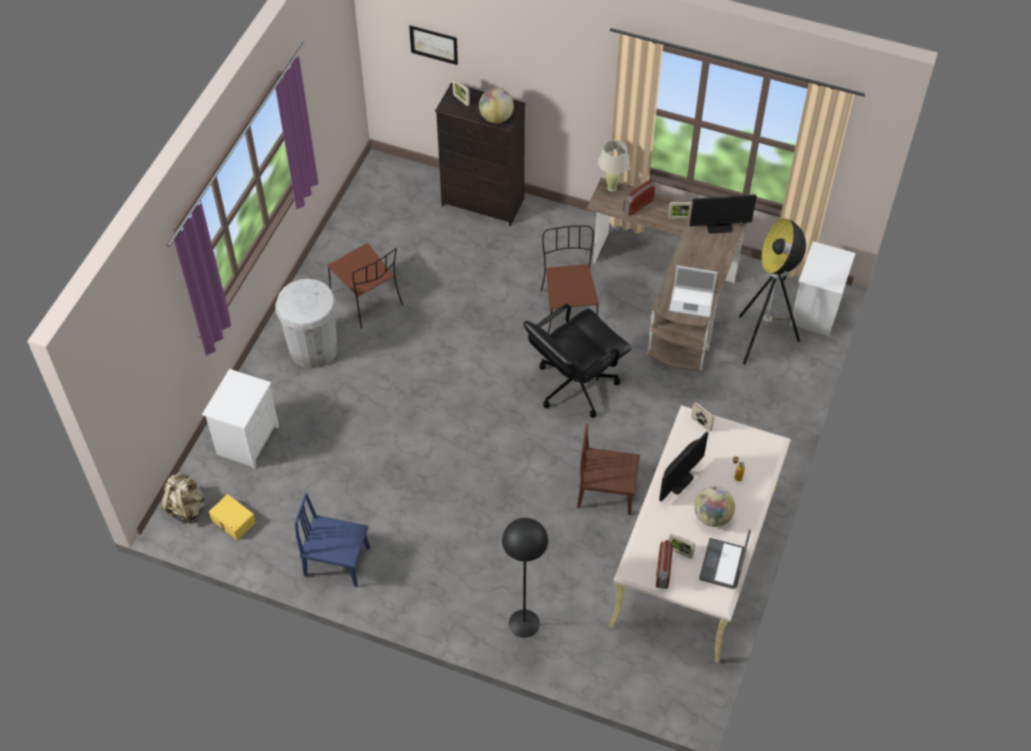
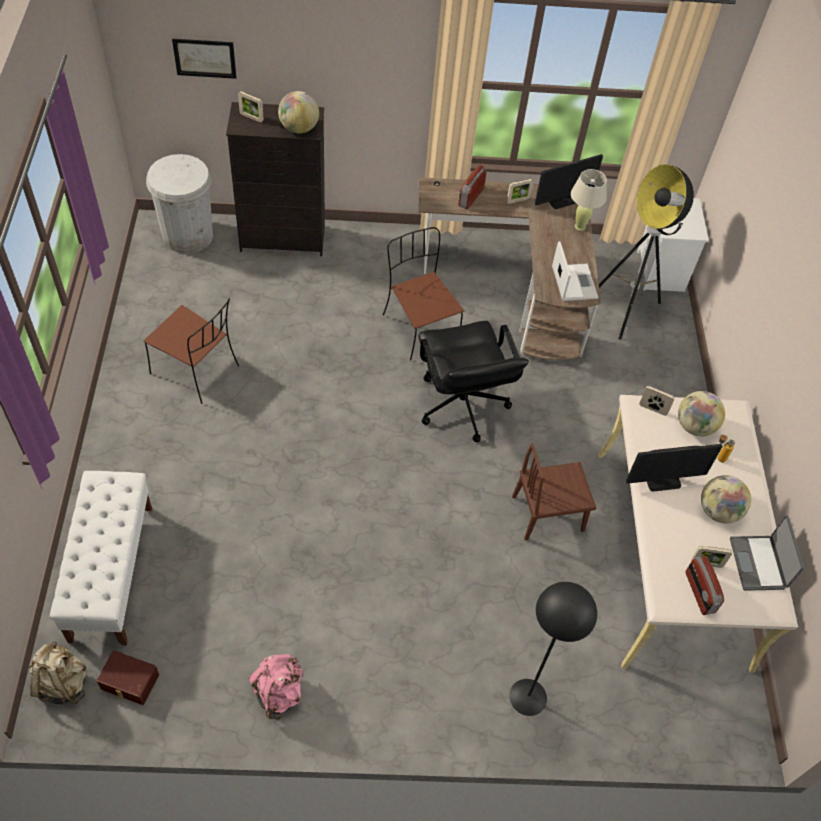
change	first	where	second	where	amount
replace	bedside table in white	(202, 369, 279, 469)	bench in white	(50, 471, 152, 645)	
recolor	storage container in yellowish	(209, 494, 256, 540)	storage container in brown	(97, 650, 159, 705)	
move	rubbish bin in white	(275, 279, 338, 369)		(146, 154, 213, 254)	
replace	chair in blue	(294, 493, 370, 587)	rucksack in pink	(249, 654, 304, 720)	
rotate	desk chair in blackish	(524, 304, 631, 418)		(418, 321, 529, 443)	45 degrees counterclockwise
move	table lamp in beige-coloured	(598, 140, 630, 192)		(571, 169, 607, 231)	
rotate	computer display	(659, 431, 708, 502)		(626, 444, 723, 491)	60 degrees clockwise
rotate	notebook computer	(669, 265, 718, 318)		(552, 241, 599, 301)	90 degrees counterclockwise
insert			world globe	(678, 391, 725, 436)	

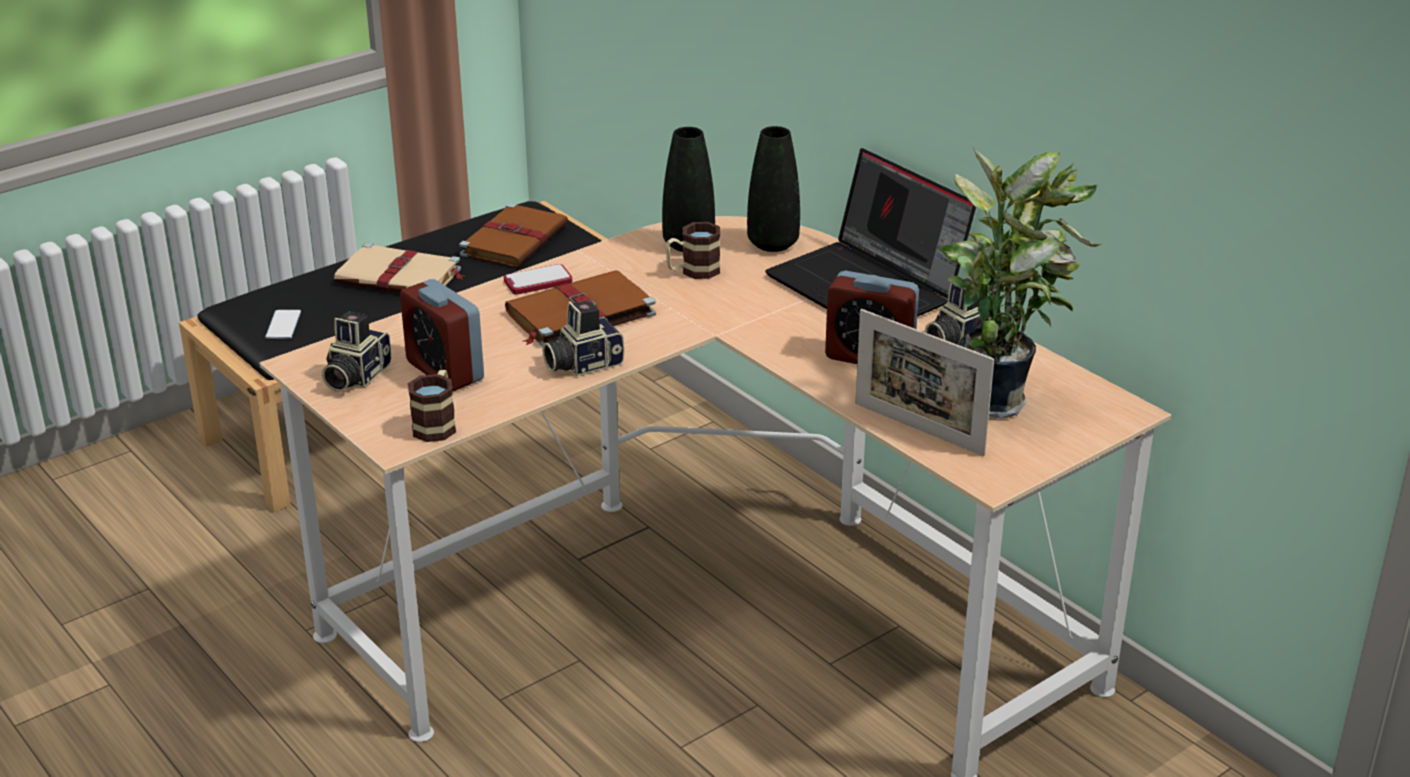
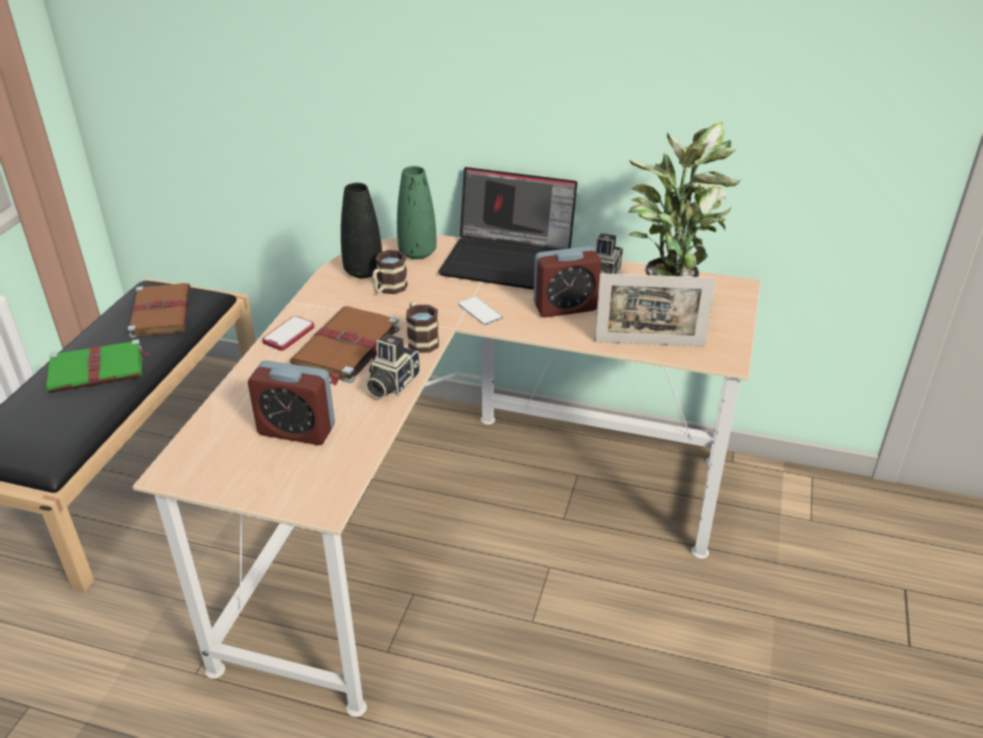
change	first	where	second	where	amount
move	handset	(265, 310, 301, 339)		(458, 296, 503, 325)	
delete	still camera	(322, 312, 391, 392)			
recolor	bound book in beige-coloured	(334, 243, 464, 293)	bound book in greenish	(47, 339, 149, 393)	
move	mug	(408, 370, 456, 442)		(406, 302, 439, 353)	
recolor	flower vase in blackish	(747, 126, 800, 252)	flower vase in greenish	(397, 166, 437, 259)	

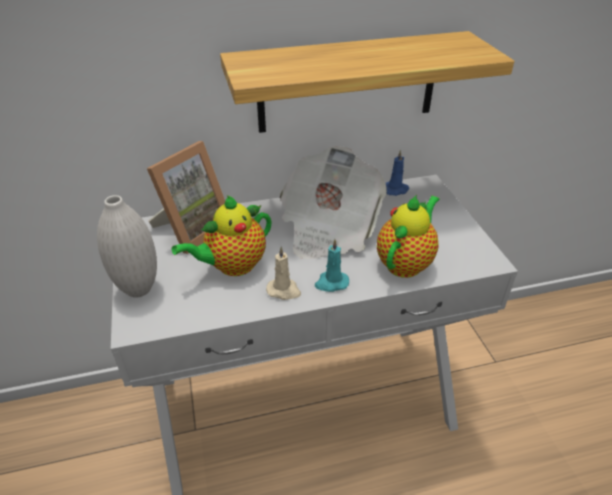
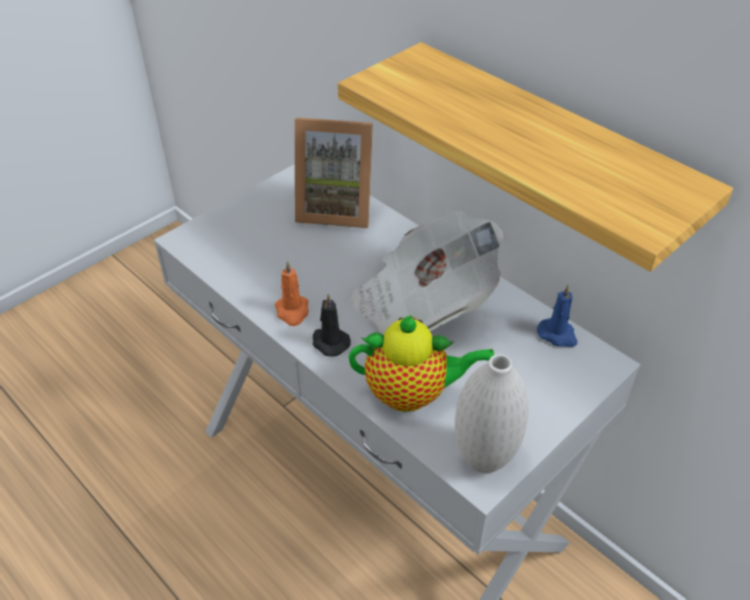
change	first	where	second	where	amount
move	flower vase in white	(97, 195, 157, 298)		(455, 354, 529, 473)	
delete	pot for tea	(172, 195, 272, 276)			
recolor	wax light in beige-coloured	(266, 246, 301, 300)	wax light in orangey	(275, 261, 309, 326)	
recolor	wax light in blue-green	(315, 239, 349, 292)	wax light in blackish	(312, 294, 351, 357)	

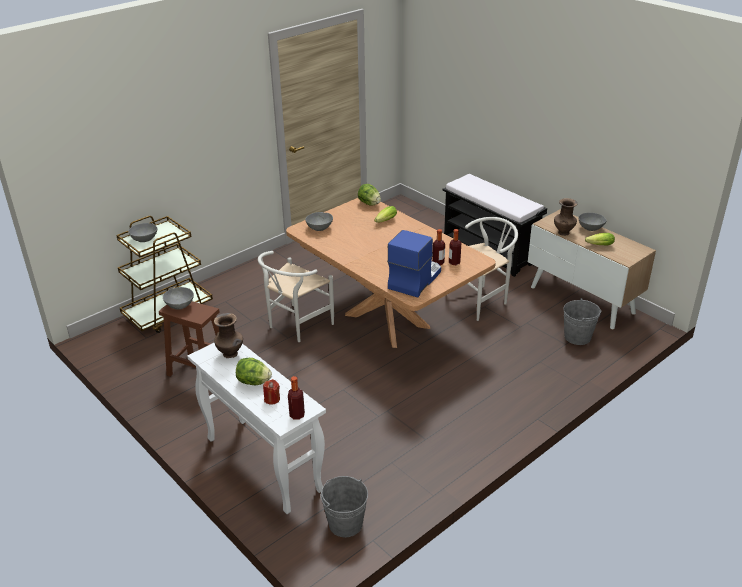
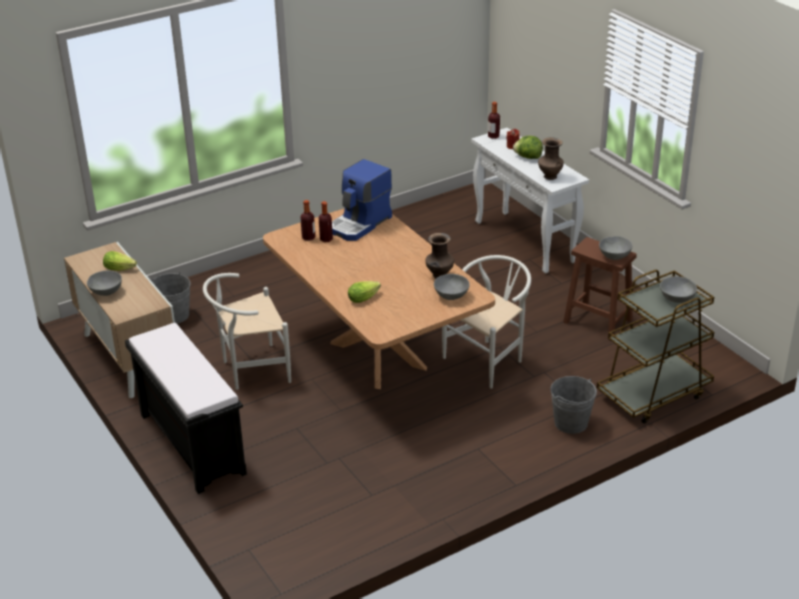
change	first	where	second	where	amount
move	bucket in grey	(321, 476, 368, 537)		(550, 376, 597, 434)	
delete	lettuce head	(358, 184, 381, 206)			
move	flower vase in brown	(554, 198, 577, 236)		(425, 233, 454, 279)	

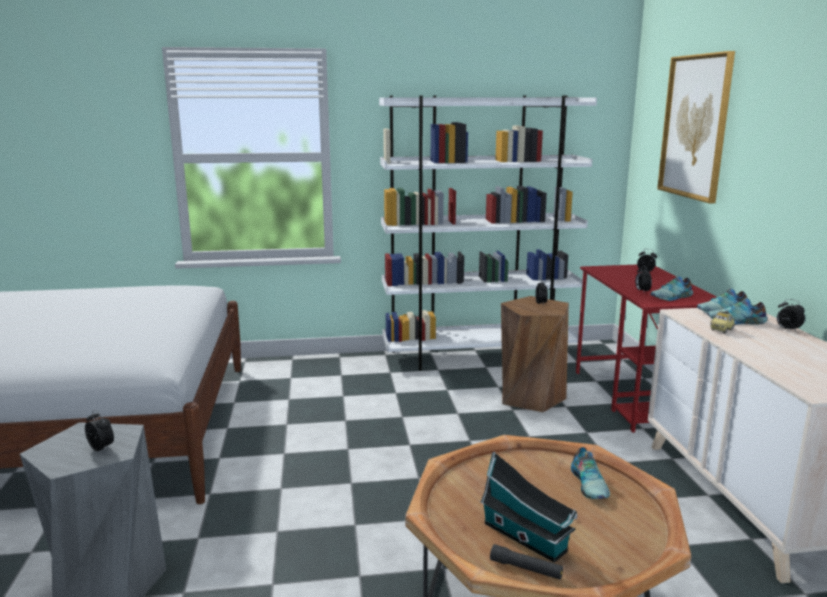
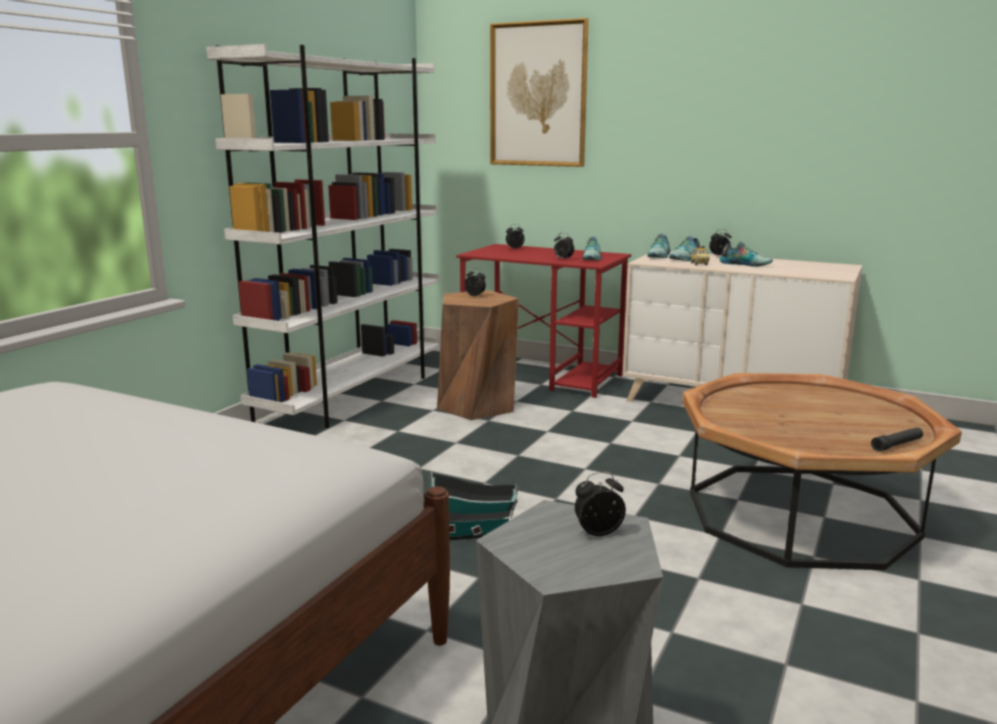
change	first	where	second	where	amount
move	toy house	(480, 451, 577, 563)		(429, 472, 518, 540)	
move	low shoe	(571, 447, 610, 499)		(720, 241, 773, 267)	

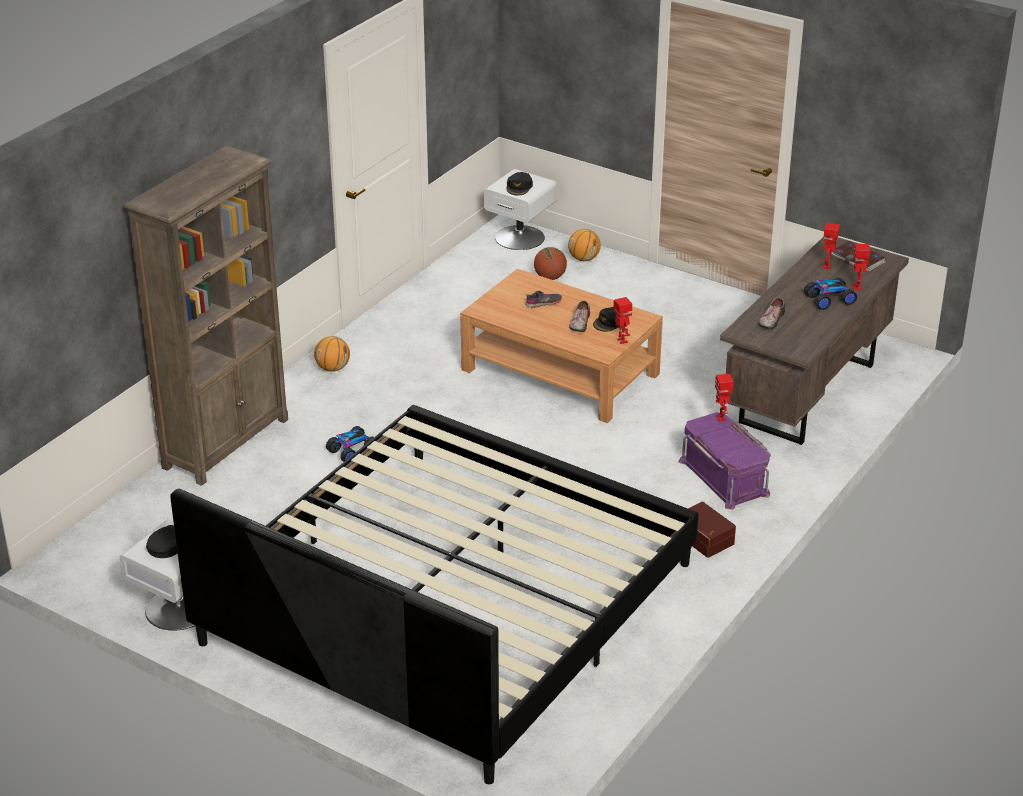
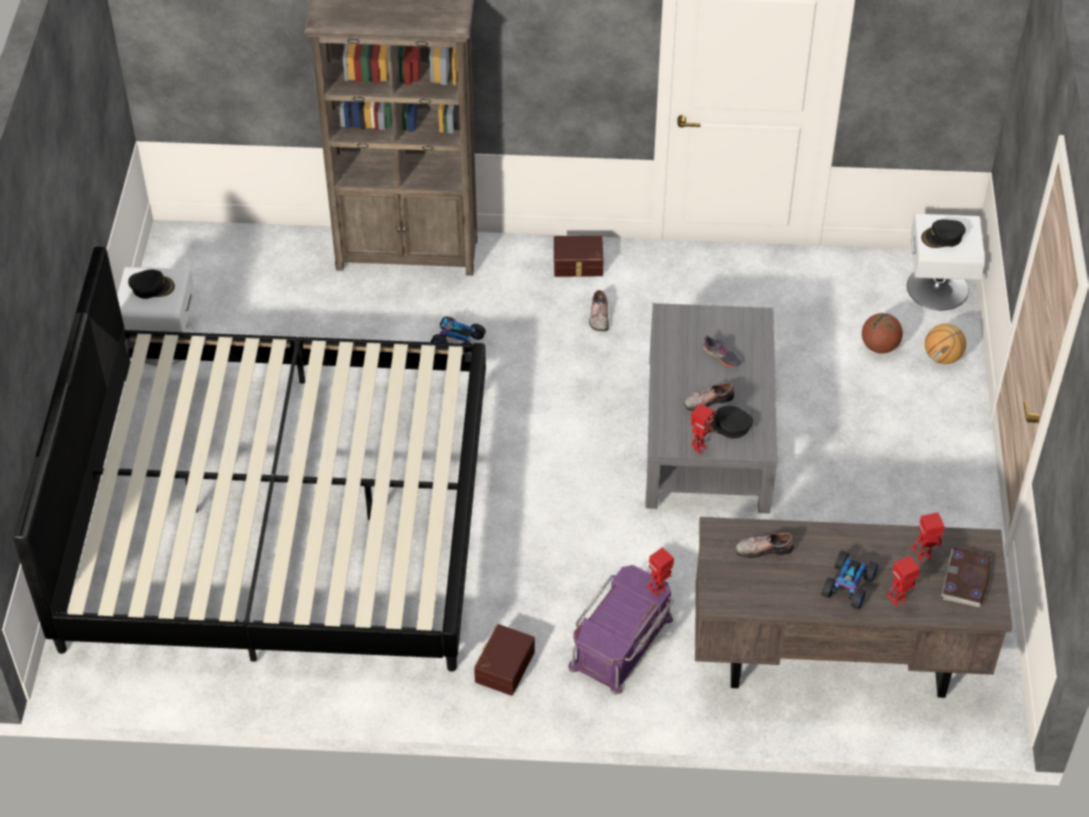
change	first	where	second	where	amount
replace	basketball ball	(314, 336, 350, 372)	storage container in brown	(554, 236, 603, 277)	
recolor	lounge table in brown	(460, 269, 663, 423)	lounge table in grey	(645, 303, 777, 514)	
rotate	toy car	(804, 277, 857, 310)		(821, 550, 878, 609)	105 degrees counterclockwise
insert			low shoe	(589, 290, 609, 331)	

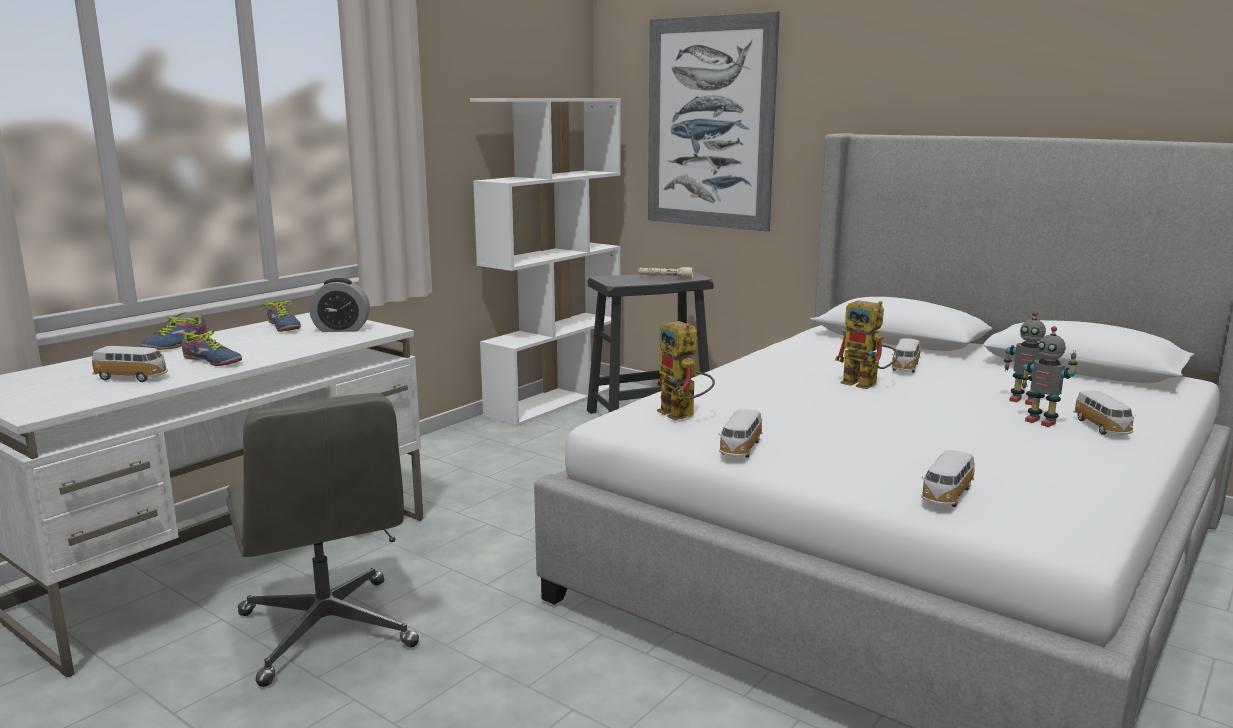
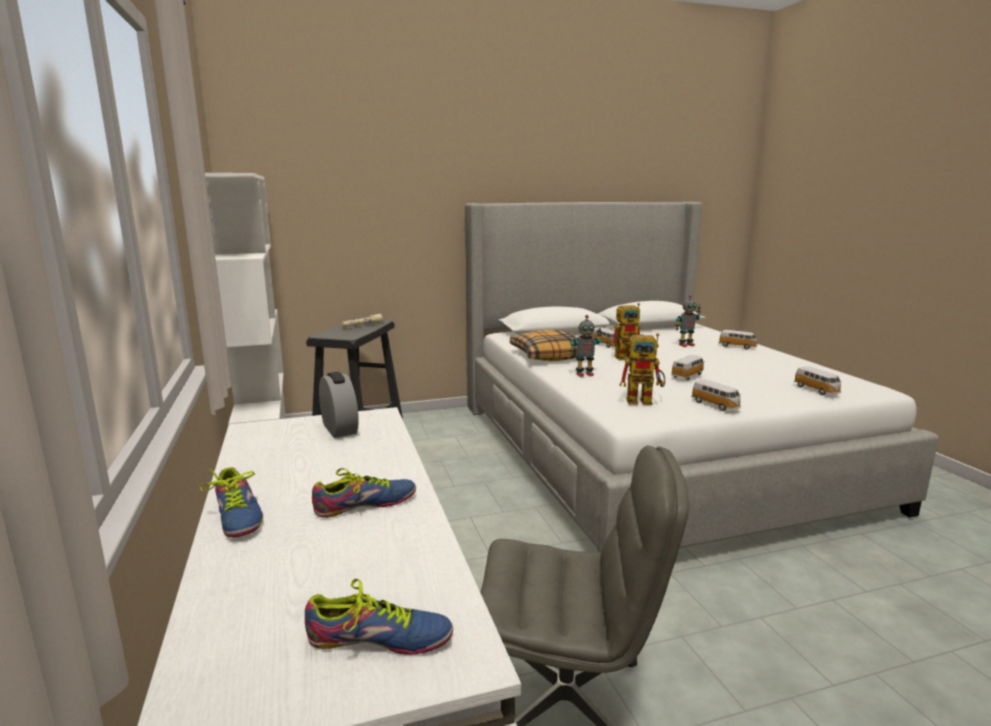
change	first	where	second	where	amount
move	toy car	(92, 346, 168, 382)		(671, 355, 704, 380)	
move	low shoe	(260, 299, 301, 332)		(305, 578, 453, 655)	
rotate	alarm clock	(309, 278, 370, 332)		(319, 372, 359, 438)	60 degrees counterclockwise
delete	wall picture	(648, 11, 780, 232)			
move	model robot	(1021, 326, 1078, 427)		(570, 315, 602, 377)	
insert			cushion	(510, 330, 595, 361)	

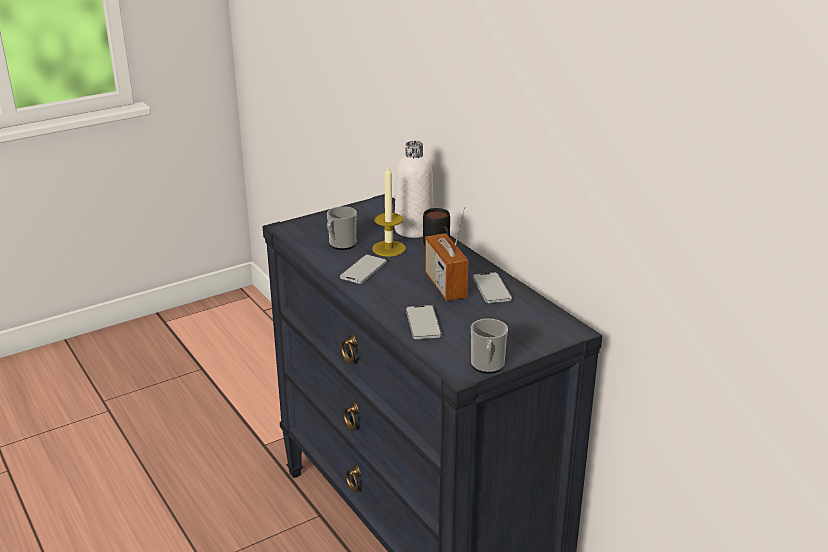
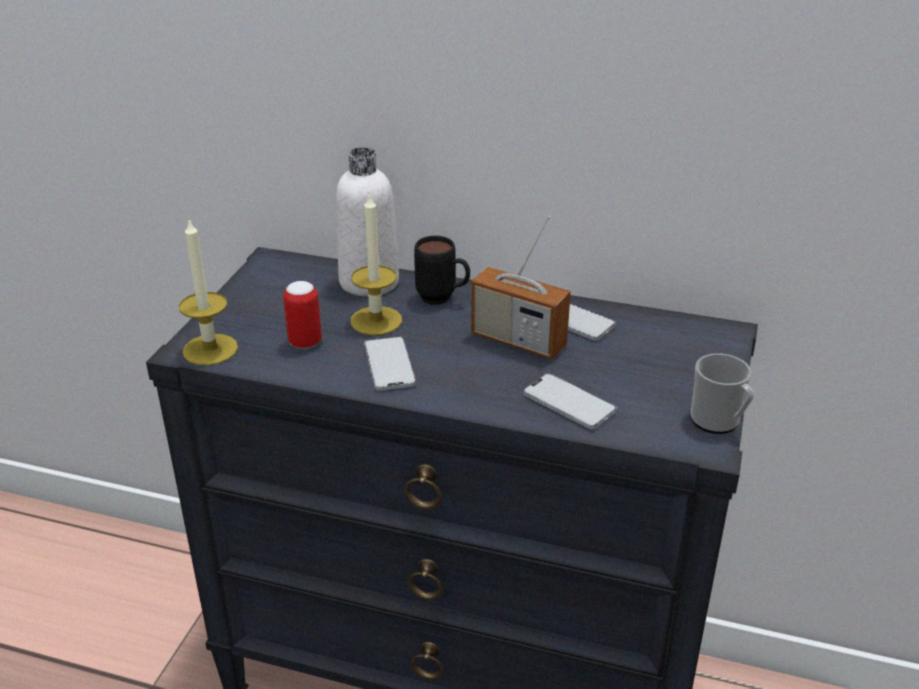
change	first	where	second	where	amount
replace	mug	(327, 206, 357, 250)	metal can	(283, 281, 322, 349)	
insert			wax light	(179, 219, 238, 365)	

